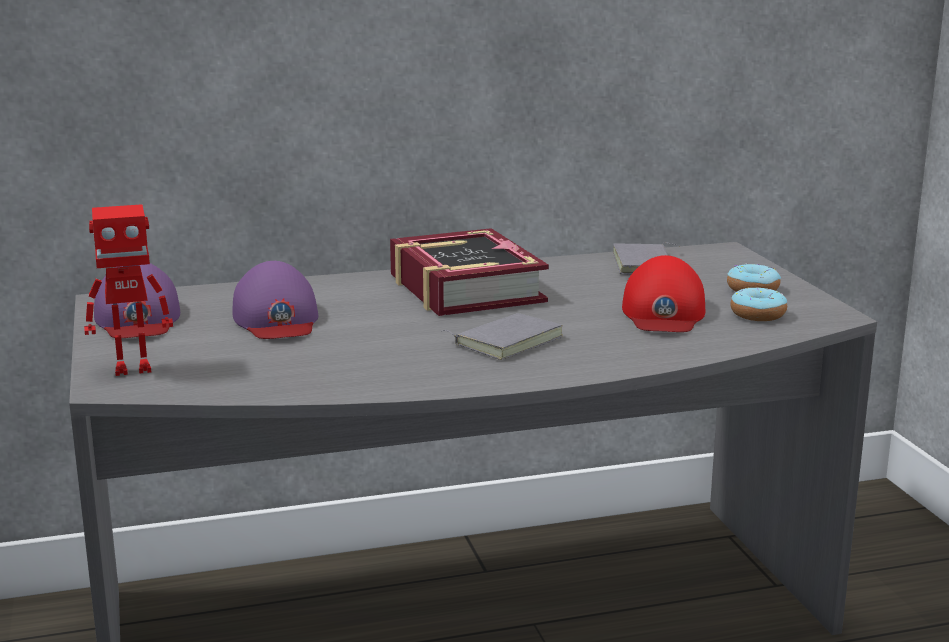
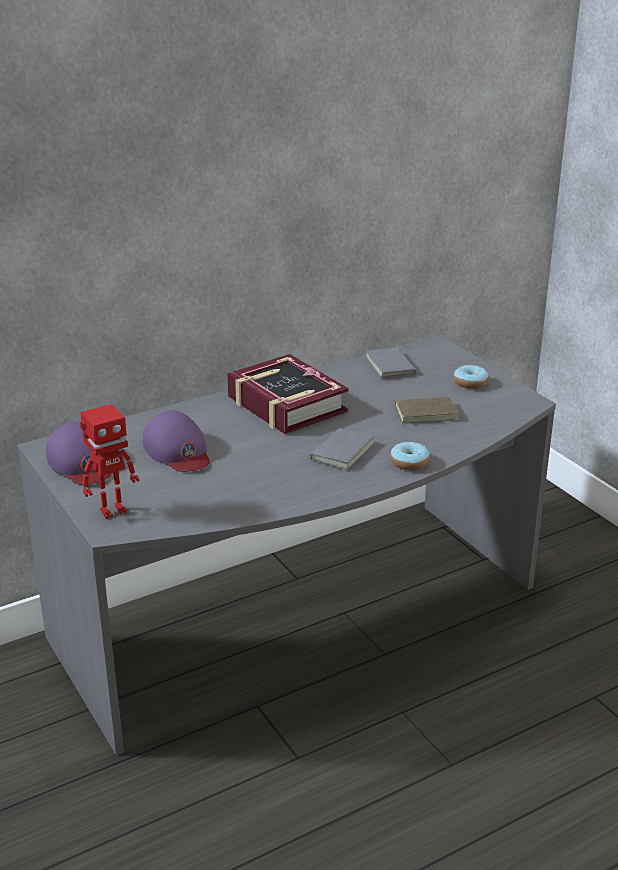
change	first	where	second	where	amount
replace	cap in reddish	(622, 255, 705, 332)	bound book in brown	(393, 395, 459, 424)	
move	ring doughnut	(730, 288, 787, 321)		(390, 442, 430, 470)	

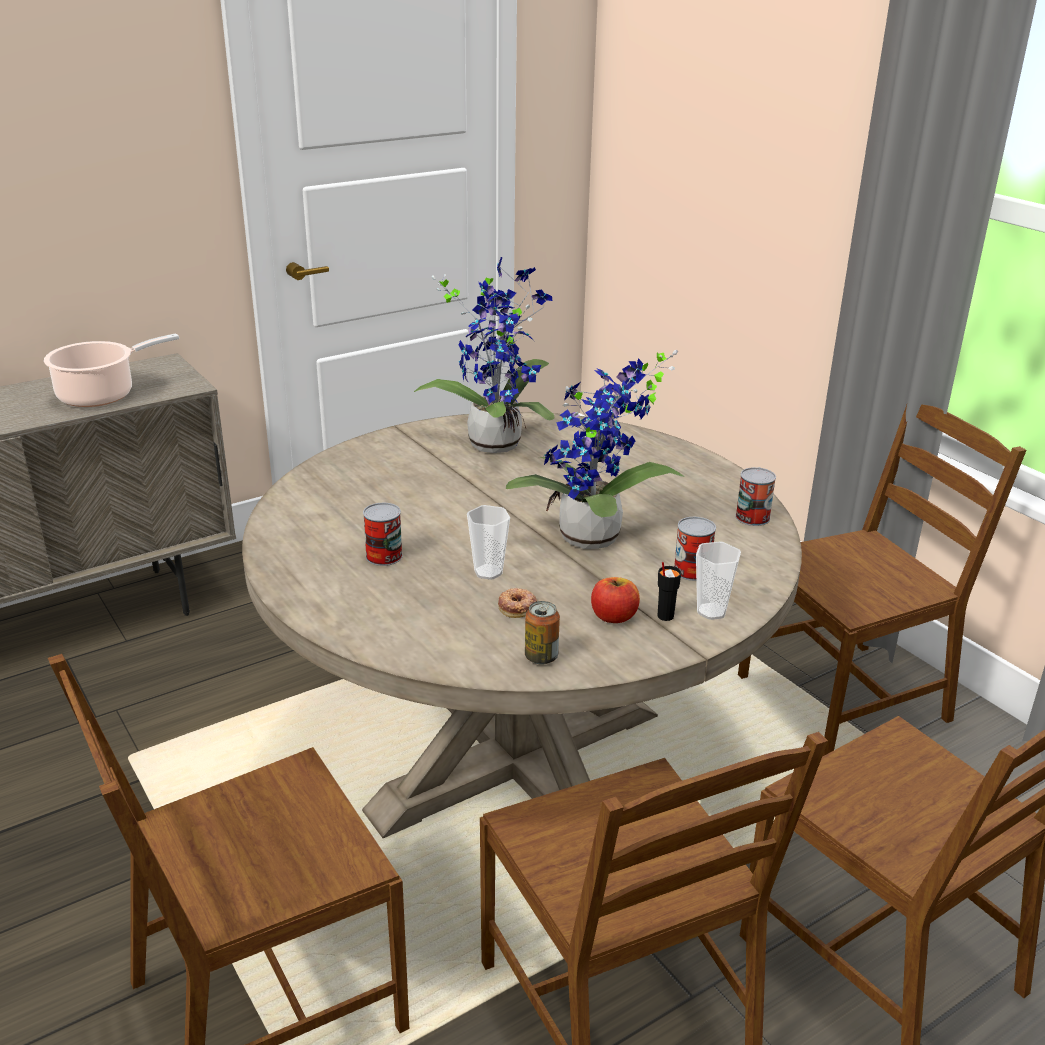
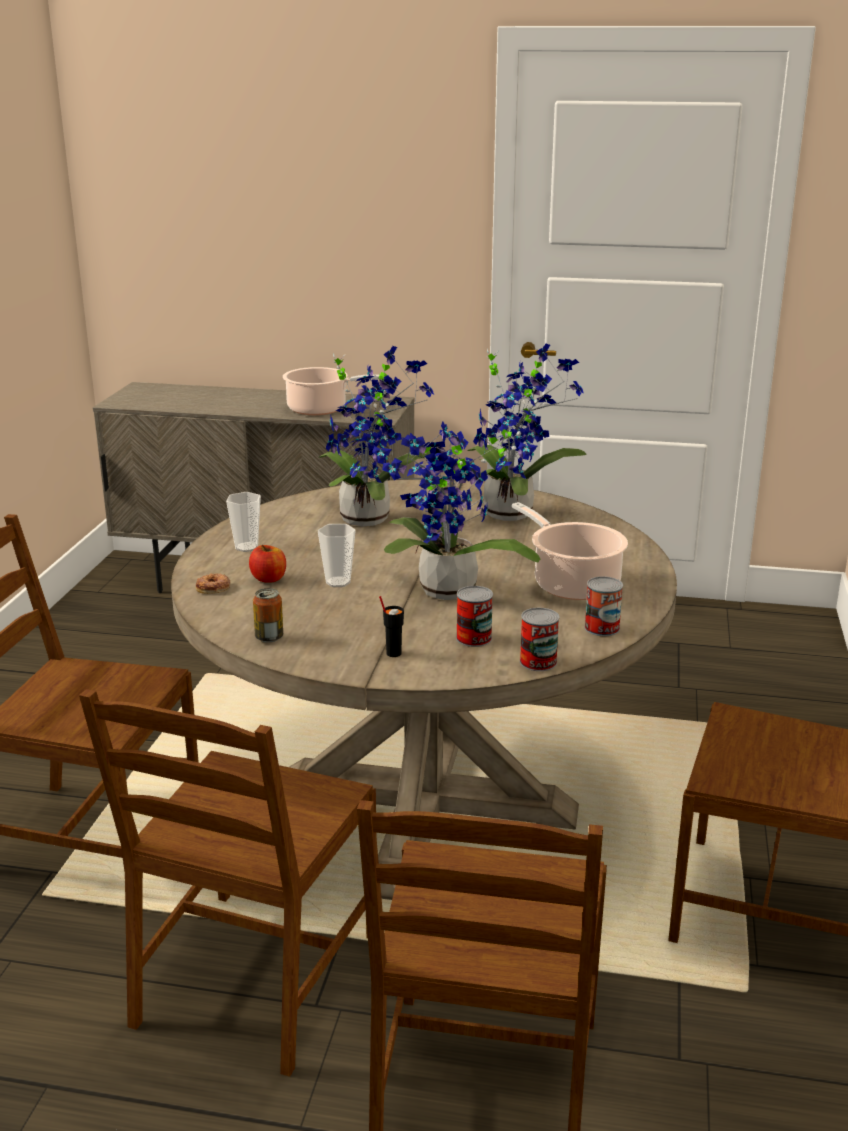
change	first	where	second	where	amount
move	metal can	(363, 503, 403, 566)		(520, 608, 560, 671)	
move	ring doughnut	(498, 588, 537, 618)		(196, 573, 231, 594)	
move	whole apple	(591, 577, 640, 623)		(249, 545, 286, 583)	
move	small cup	(696, 541, 741, 620)		(226, 492, 261, 552)	
insert			houseplant	(318, 346, 436, 527)	
insert			saucepot	(512, 502, 628, 600)	

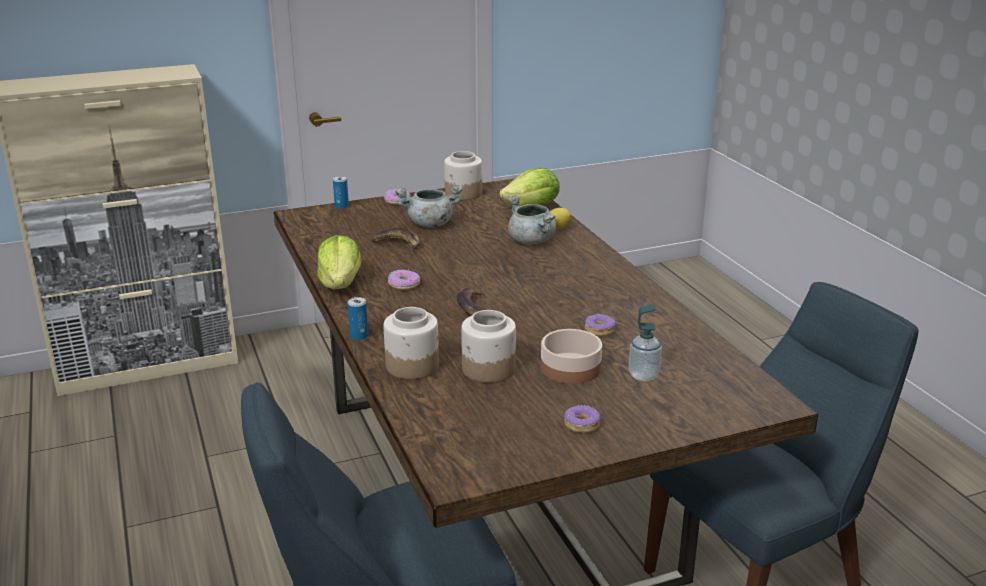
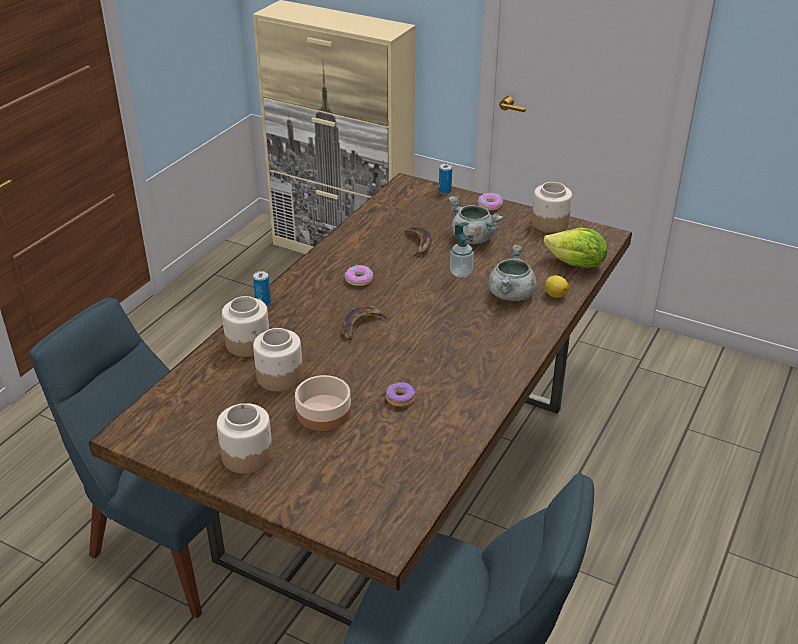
change	first	where	second	where	amount
delete	lettuce head	(317, 235, 362, 290)			
replace	ring doughnut	(564, 404, 600, 433)	storage jar	(217, 403, 273, 474)	
move	soap bottle	(629, 304, 662, 382)		(450, 222, 474, 278)	

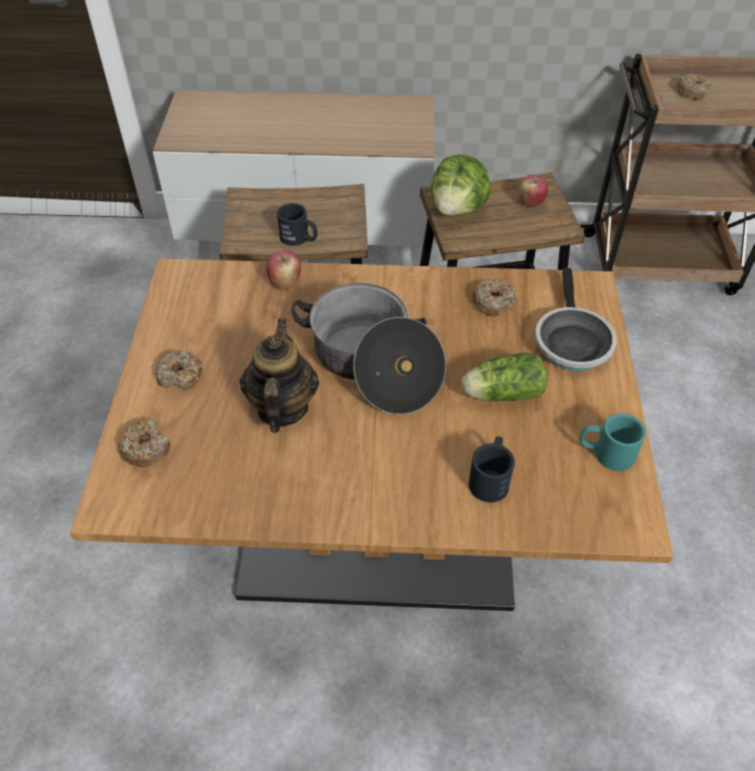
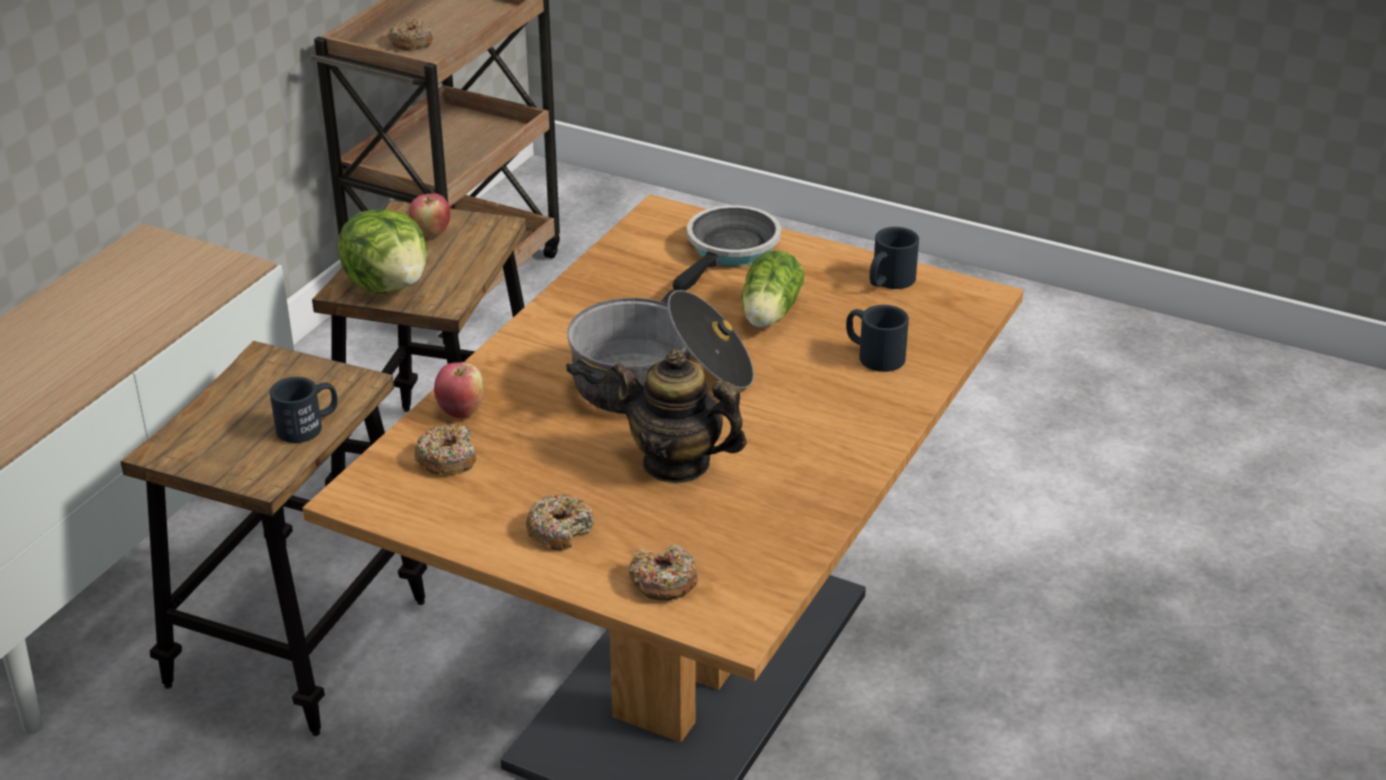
change	first	where	second	where	amount
move	ring doughnut	(472, 279, 517, 317)		(414, 424, 476, 475)	
rotate	skillet	(535, 268, 617, 371)		(673, 205, 781, 291)	90 degrees counterclockwise
recolor	mug in blue-green	(580, 413, 646, 471)	mug in blackish	(870, 227, 919, 289)	

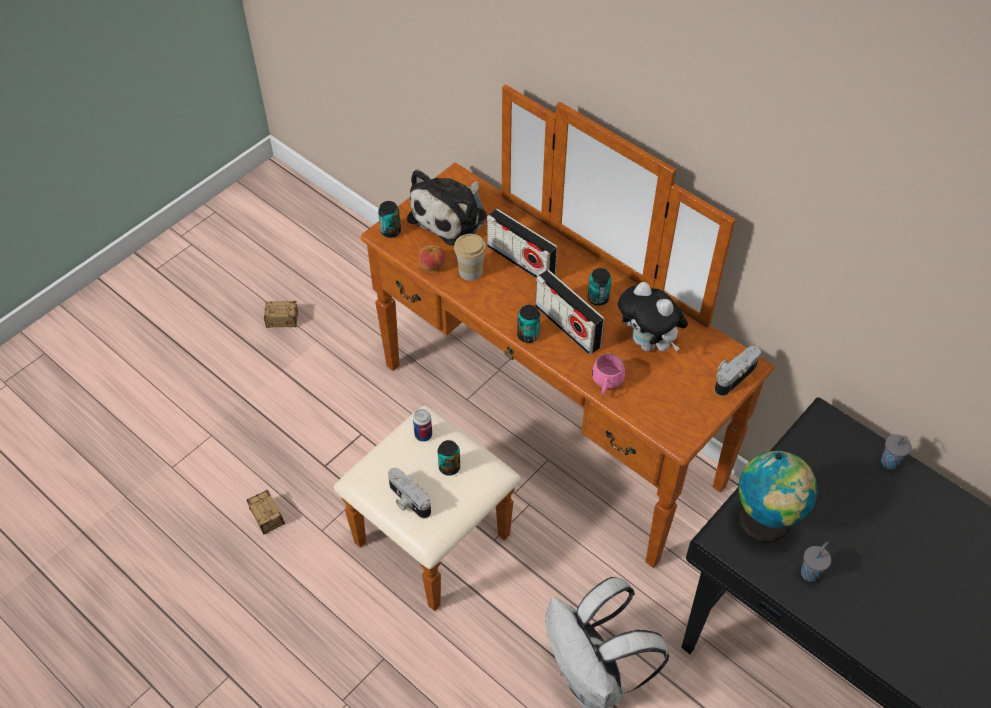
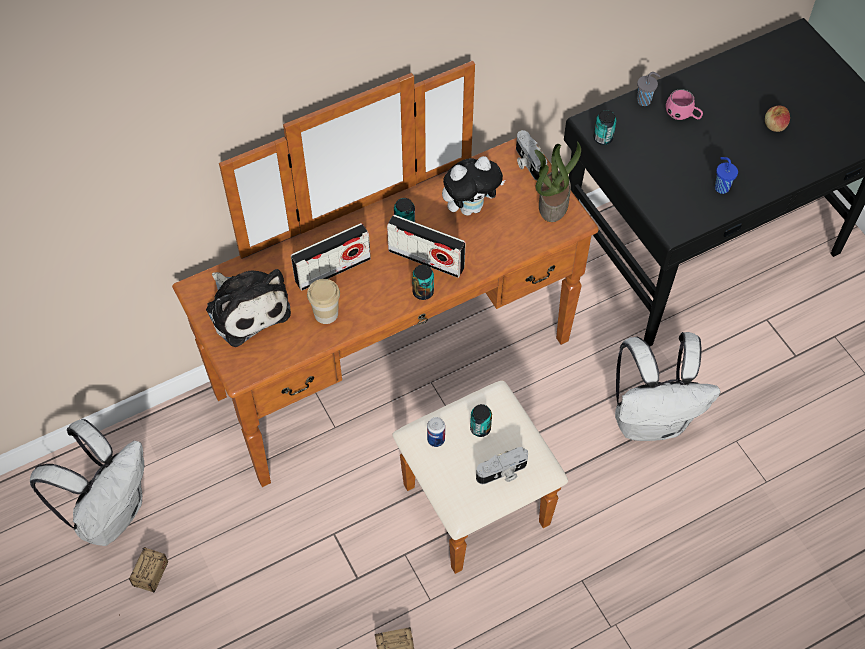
change	first	where	second	where	amount
move	metal can	(378, 201, 401, 238)		(594, 110, 617, 145)	
move	whole apple	(419, 245, 446, 271)		(765, 106, 790, 132)	
rotate	radio	(535, 270, 605, 355)		(387, 215, 466, 278)	45 degrees clockwise
move	mug in pink	(592, 354, 625, 397)		(666, 89, 703, 120)	
delete	world globe	(738, 451, 818, 543)			
recolor	small cup in grey	(801, 542, 831, 582)	small cup in blue	(715, 157, 738, 194)	
insert			rucksack in white	(30, 419, 144, 546)	
insert			houseplant	(535, 141, 581, 222)	

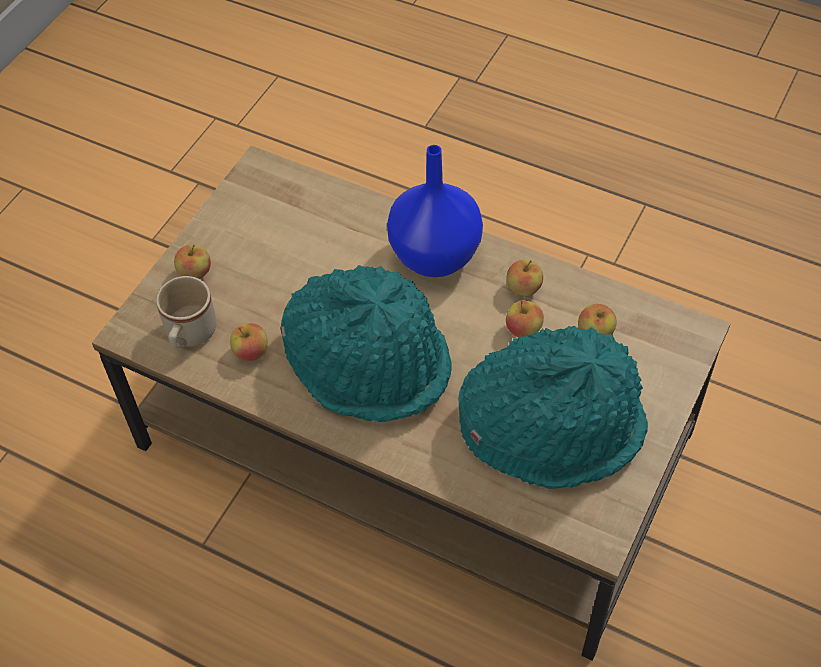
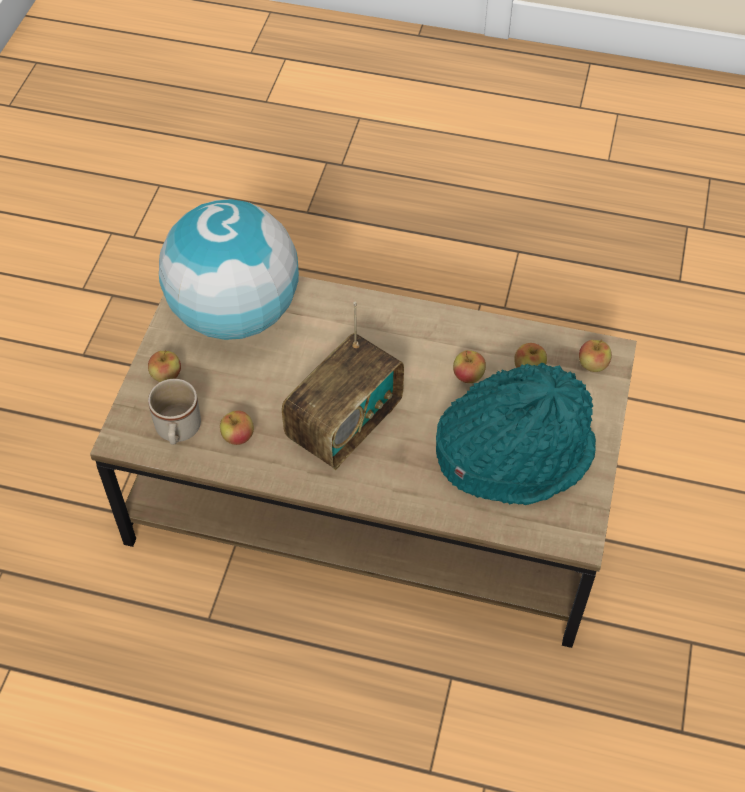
change	first	where	second	where	amount
replace	hat in blue-green	(280, 265, 452, 422)	radio	(282, 302, 404, 470)	
delete	flower vase in blue	(387, 145, 483, 277)			
move	whole apple	(507, 260, 543, 297)		(579, 339, 612, 372)	
insert			world globe	(159, 199, 299, 340)	

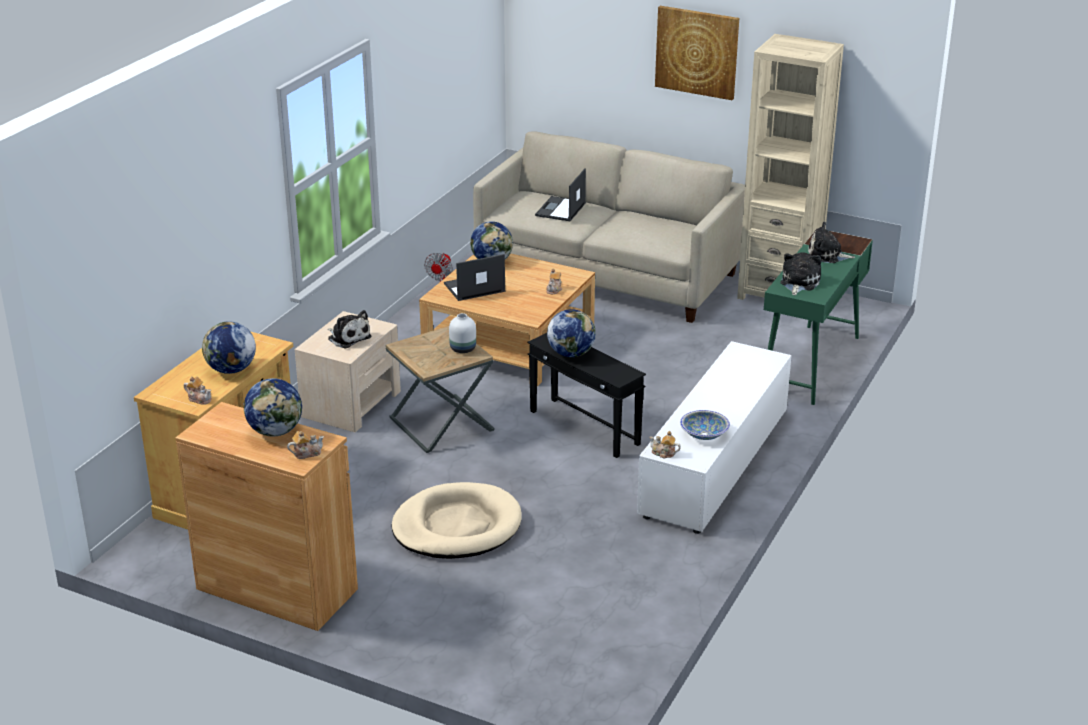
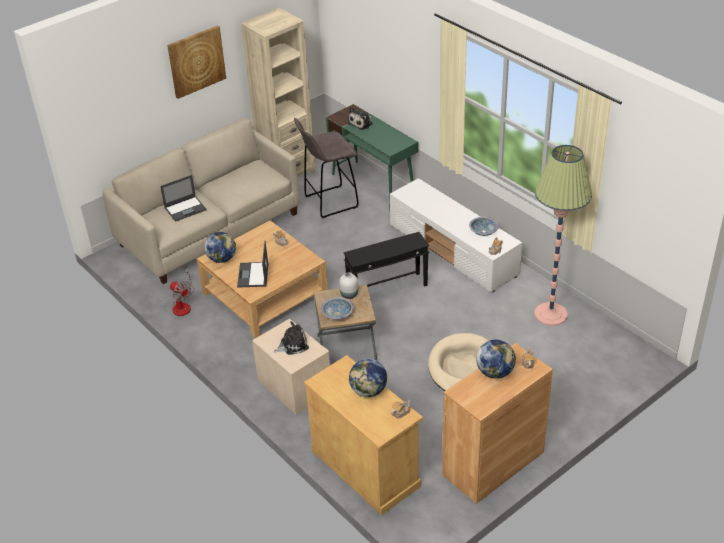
change	first	where	second	where	amount
rotate	notebook computer	(535, 168, 586, 221)		(160, 175, 207, 222)	75 degrees counterclockwise
delete	world globe	(547, 309, 596, 357)			
delete	soft toy	(781, 252, 821, 295)			
insert			stool seat in grey	(294, 118, 358, 219)	
insert			bowl	(321, 297, 354, 320)	
insert			floor lamp	(534, 145, 592, 326)	

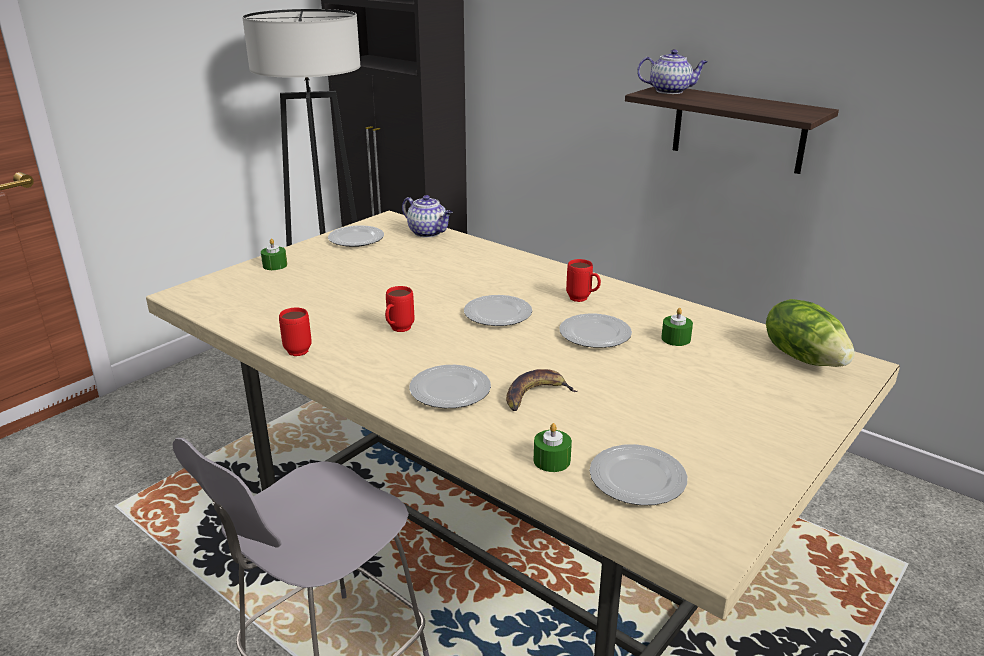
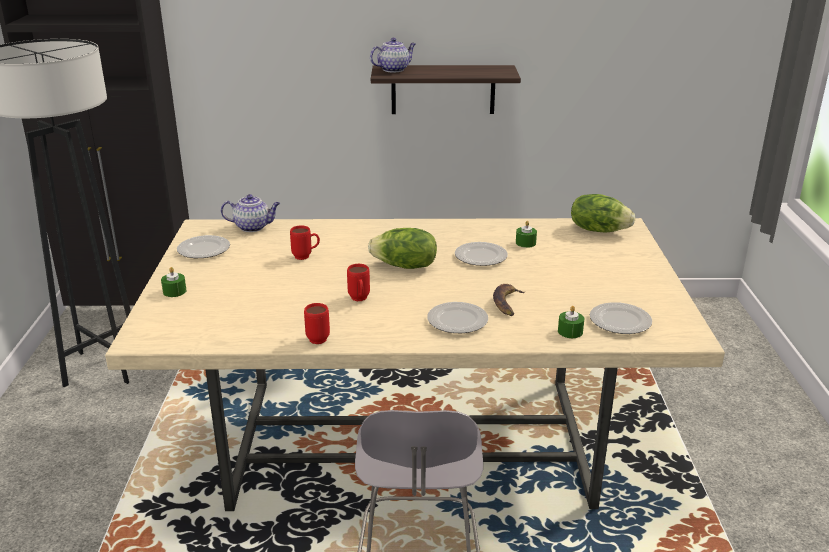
change	first	where	second	where	amount
replace	dinner plate	(464, 295, 532, 326)	lettuce head	(368, 228, 437, 269)	
move	mug in reddish	(566, 259, 601, 302)		(290, 225, 320, 260)	

